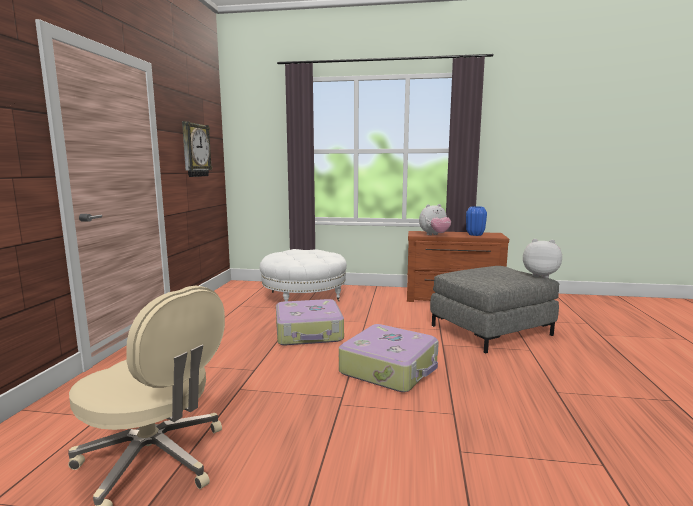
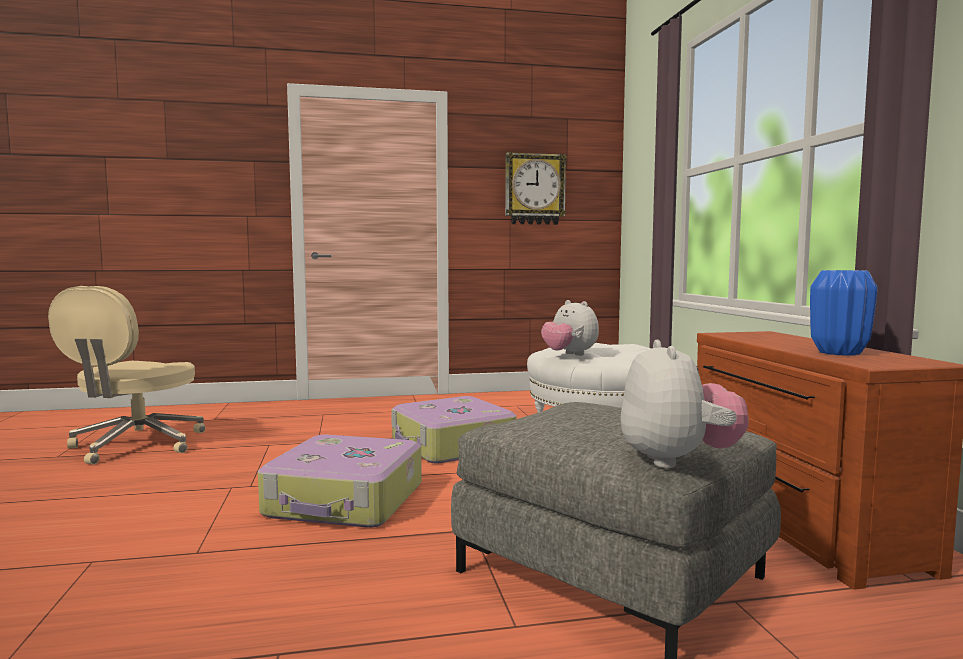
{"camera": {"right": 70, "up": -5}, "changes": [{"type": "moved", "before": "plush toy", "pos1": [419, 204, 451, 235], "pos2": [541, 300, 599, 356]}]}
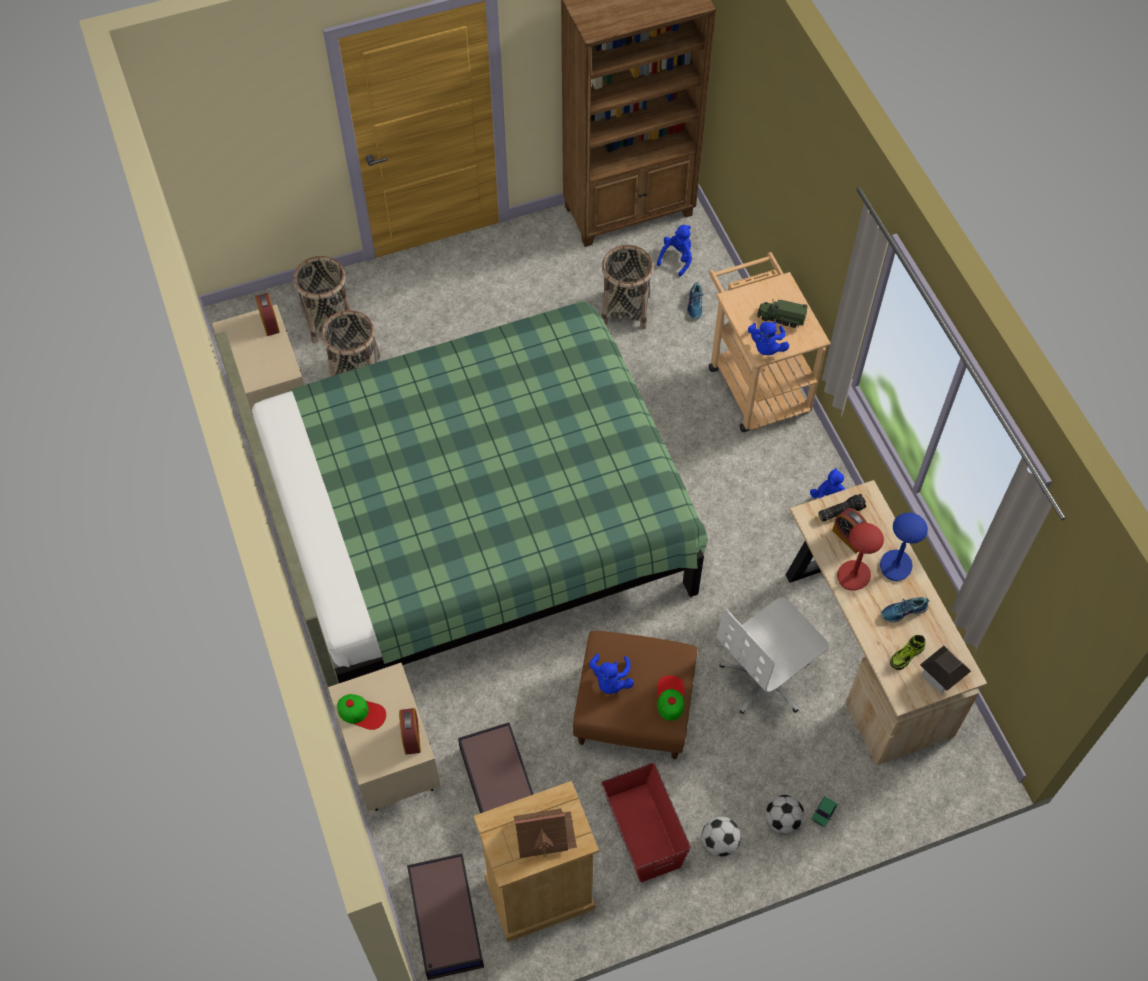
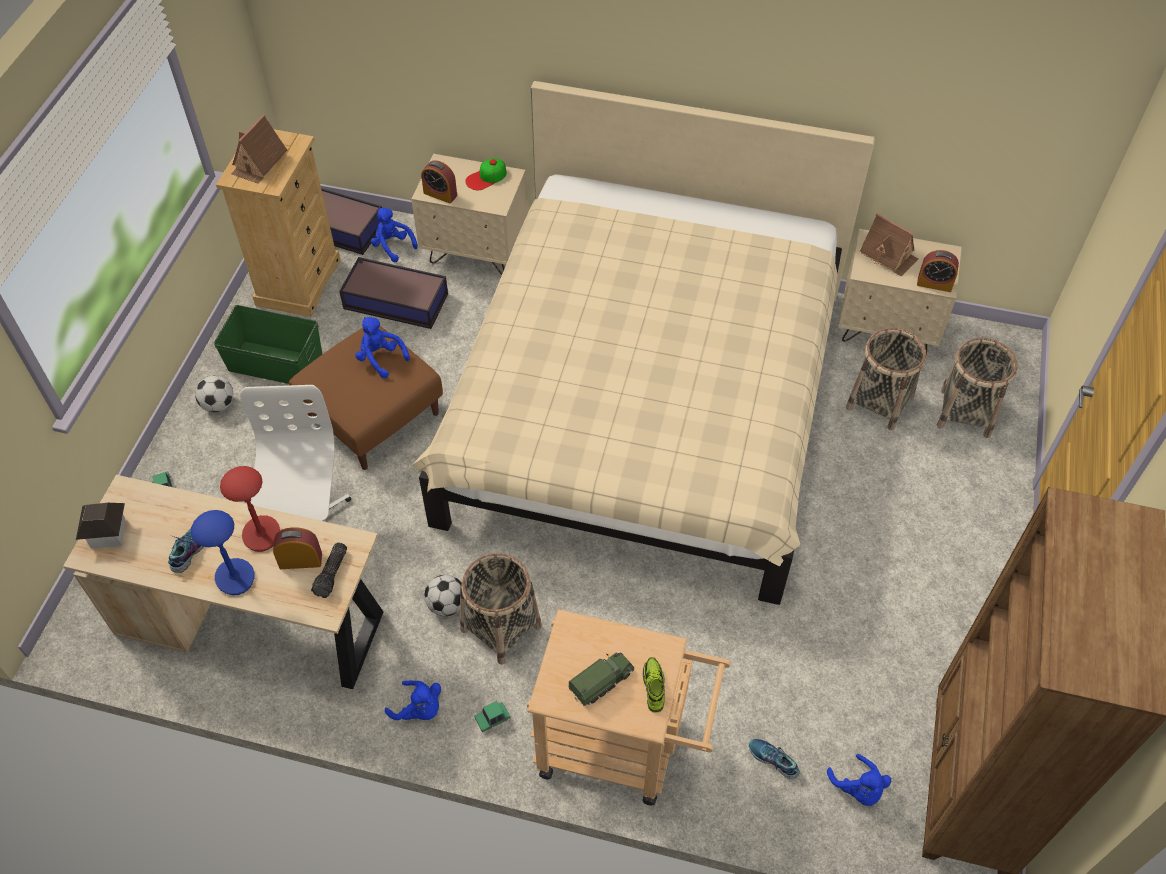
{"camera": {"right": 125, "up": -5}, "changes": [{"type": "recoloured", "before": "red storage box", "after": "green storage box", "pos1": [601, 763, 691, 882], "pos2": [214, 305, 322, 384]}, {"type": "moved", "before": "blue plush toy", "pos1": [748, 322, 789, 355], "pos2": [371, 208, 418, 262]}, {"type": "recoloured", "before": "green bed", "after": "beige bed", "pos1": [215, 301, 708, 693], "pos2": [413, 81, 875, 605]}, {"type": "moved", "before": "football", "pos1": [766, 795, 804, 834], "pos2": [424, 575, 462, 616]}, {"type": "moved", "before": "basket", "pos1": [601, 245, 654, 329], "pos2": [460, 553, 542, 665]}, {"type": "added", "after": "toy car", "pos2": [474, 701, 511, 732]}, {"type": "moved", "before": "shoe", "pos1": [890, 635, 926, 670], "pos2": [643, 657, 665, 713]}, {"type": "added", "after": "toy house", "pos2": [860, 214, 919, 276]}, {"type": "removed", "before": "cap", "pos1": [657, 675, 684, 721]}]}
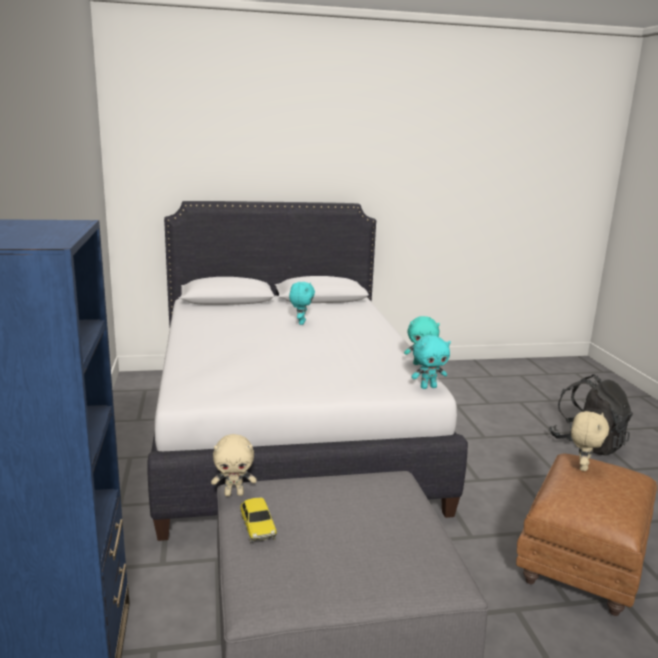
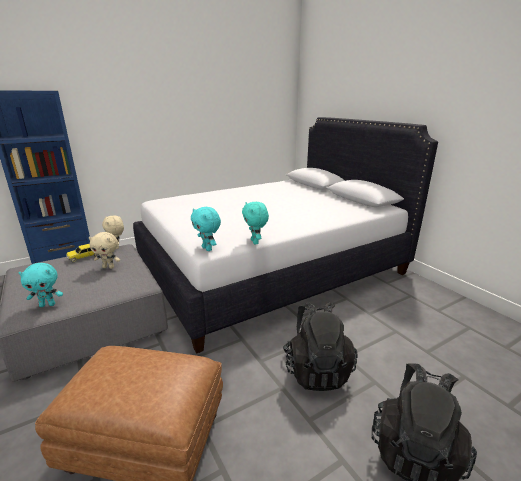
{"camera": {"right": 70, "up": 5}, "changes": [{"type": "moved", "before": "turquoise plush toy", "pos1": [289, 282, 315, 325], "pos2": [18, 263, 63, 307]}, {"type": "moved", "before": "beige plush toy", "pos1": [571, 411, 609, 471], "pos2": [89, 232, 120, 269]}, {"type": "added", "after": "black backpack", "pos2": [283, 302, 357, 391]}]}
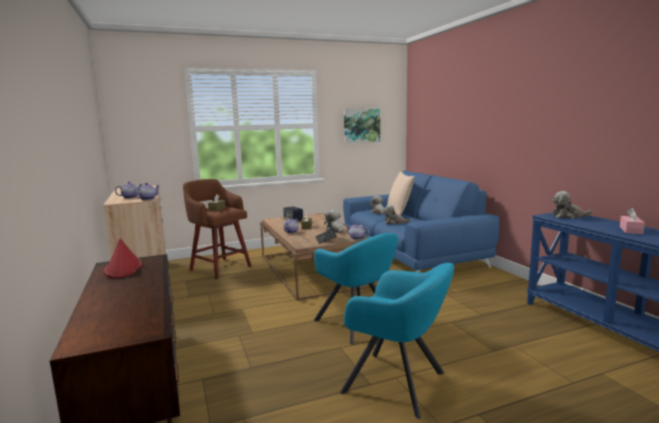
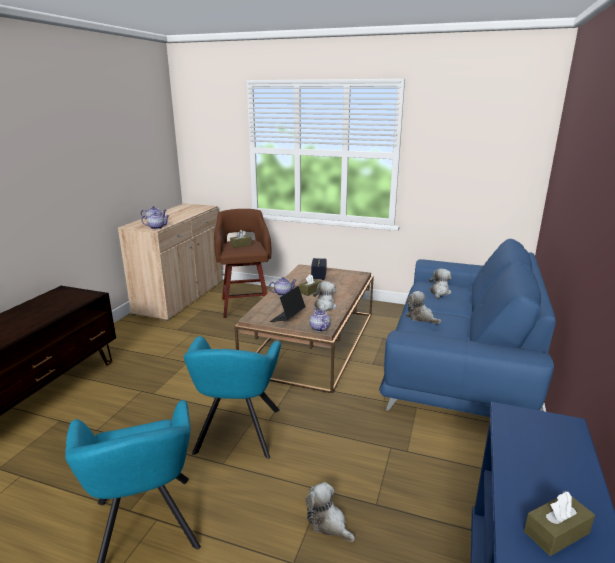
{"camera": {"right": 40, "up": 10}, "changes": [{"type": "moved", "before": "plush toy", "pos1": [552, 191, 592, 219], "pos2": [305, 482, 355, 542]}, {"type": "recoloured", "before": "pink tissue box", "after": "brown tissue box", "pos1": [620, 208, 644, 234], "pos2": [524, 491, 595, 556]}, {"type": "removed", "before": "red hat", "pos1": [104, 238, 142, 278]}, {"type": "removed", "before": "picture", "pos1": [344, 109, 380, 143]}, {"type": "removed", "before": "beige pillow", "pos1": [387, 172, 415, 216]}]}
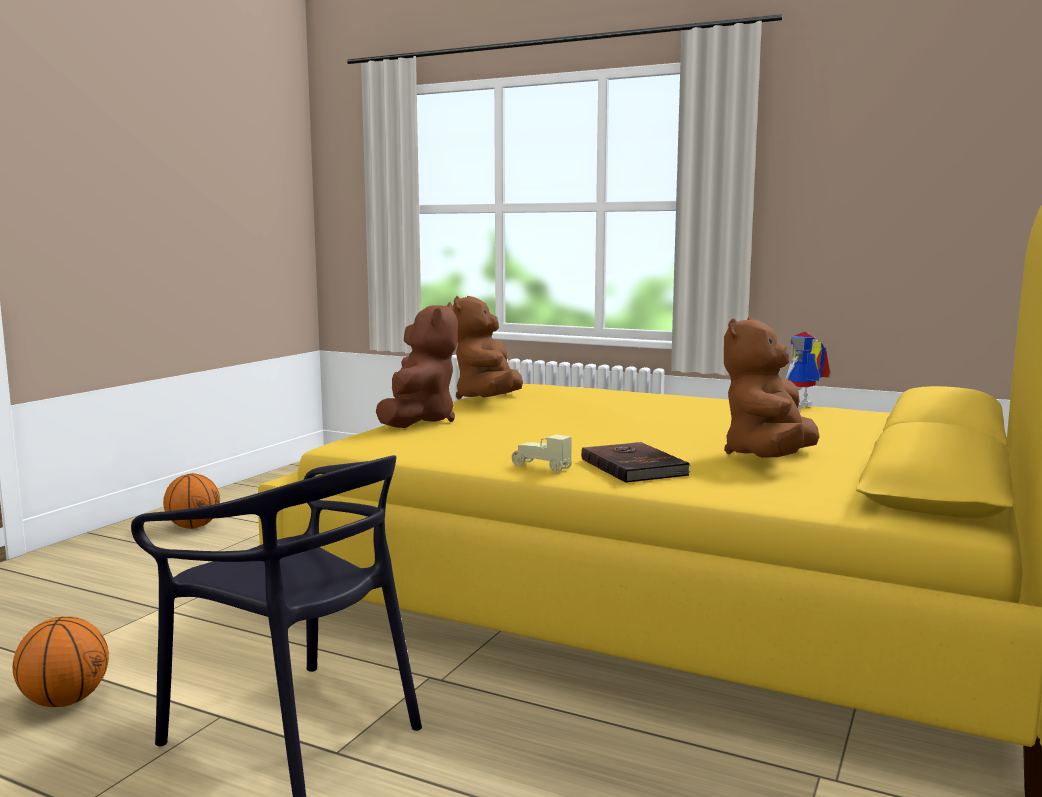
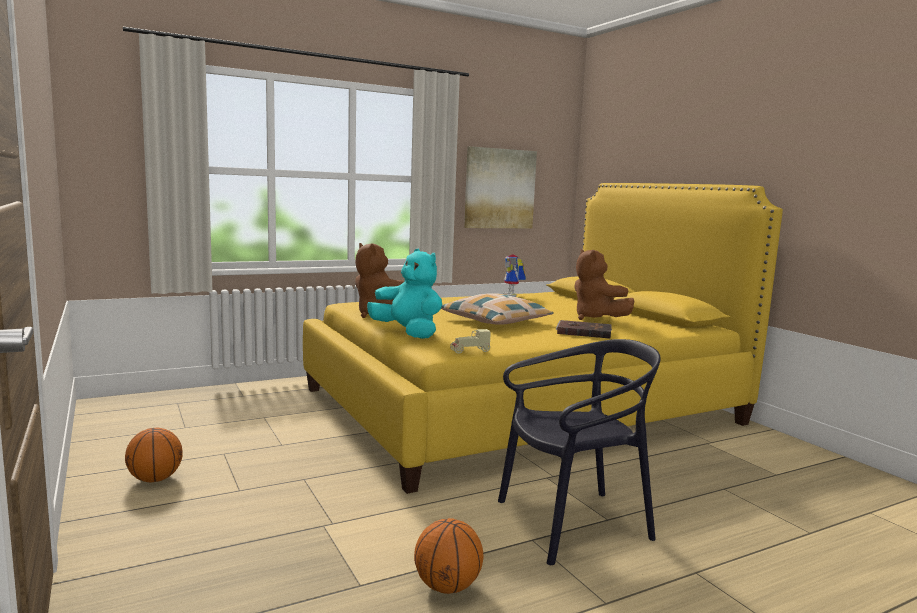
{"camera": {"right": -55, "up": 0}, "changes": [{"type": "recoloured", "before": "brown plush toy", "after": "turquoise plush toy", "pos1": [376, 302, 458, 428], "pos2": [367, 249, 442, 339]}, {"type": "added", "after": "pillow", "pos2": [441, 293, 554, 325]}, {"type": "moved", "before": "beige toy car", "pos1": [511, 434, 572, 472], "pos2": [450, 329, 491, 354]}, {"type": "added", "after": "picture", "pos2": [464, 146, 537, 228]}]}
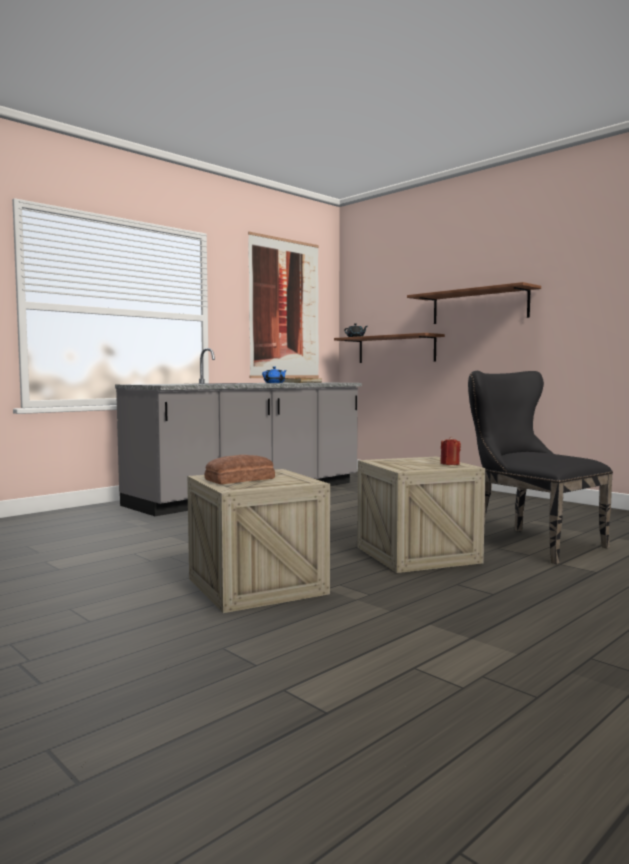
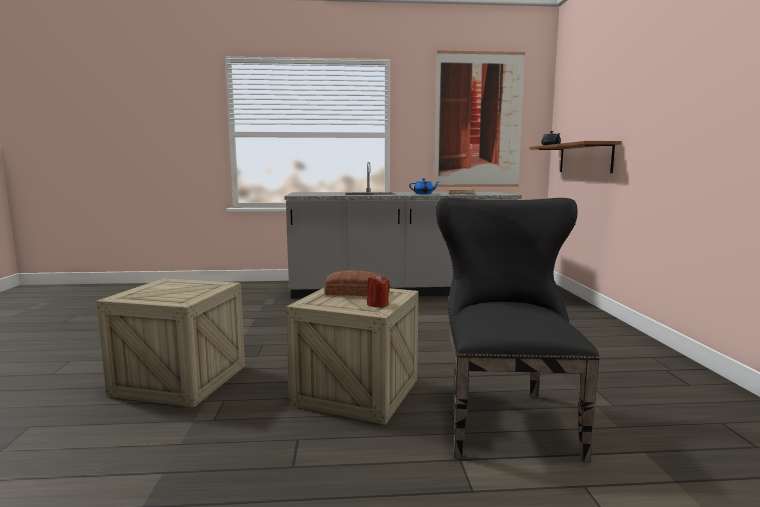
{"camera": {"right": 40, "up": 5}, "changes": [{"type": "moved", "before": "bread", "pos1": [204, 455, 275, 484], "pos2": [324, 270, 381, 296]}, {"type": "removed", "before": "shelf", "pos1": [407, 282, 541, 324]}]}
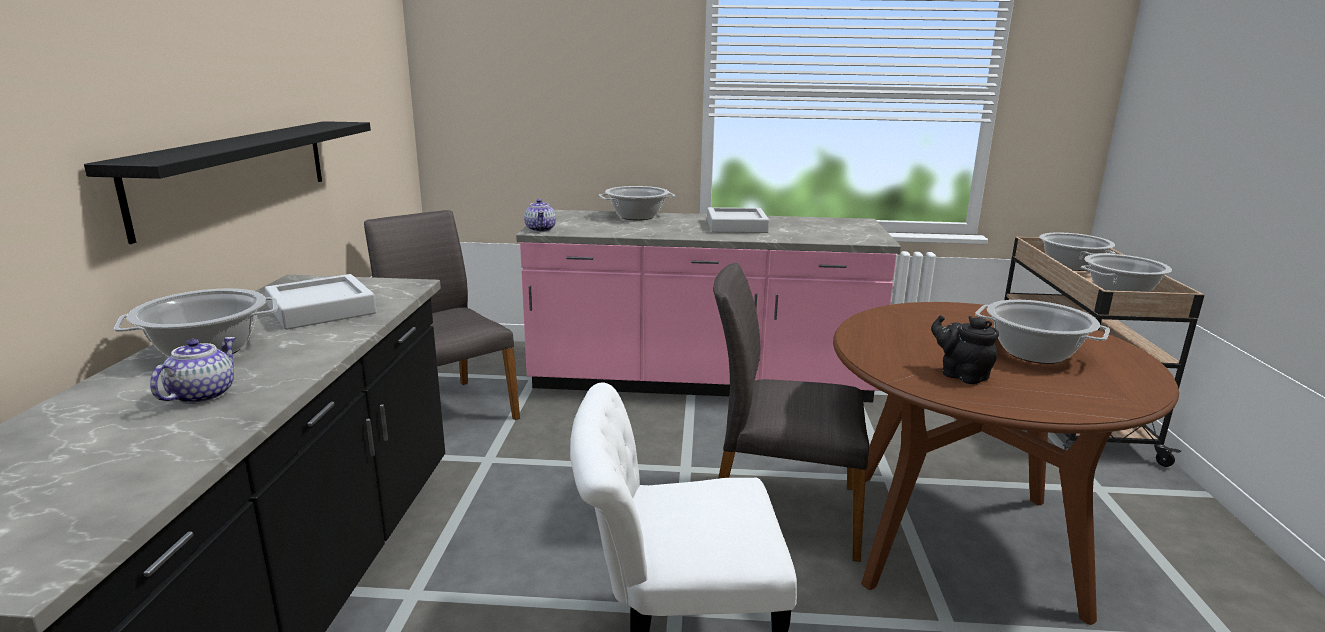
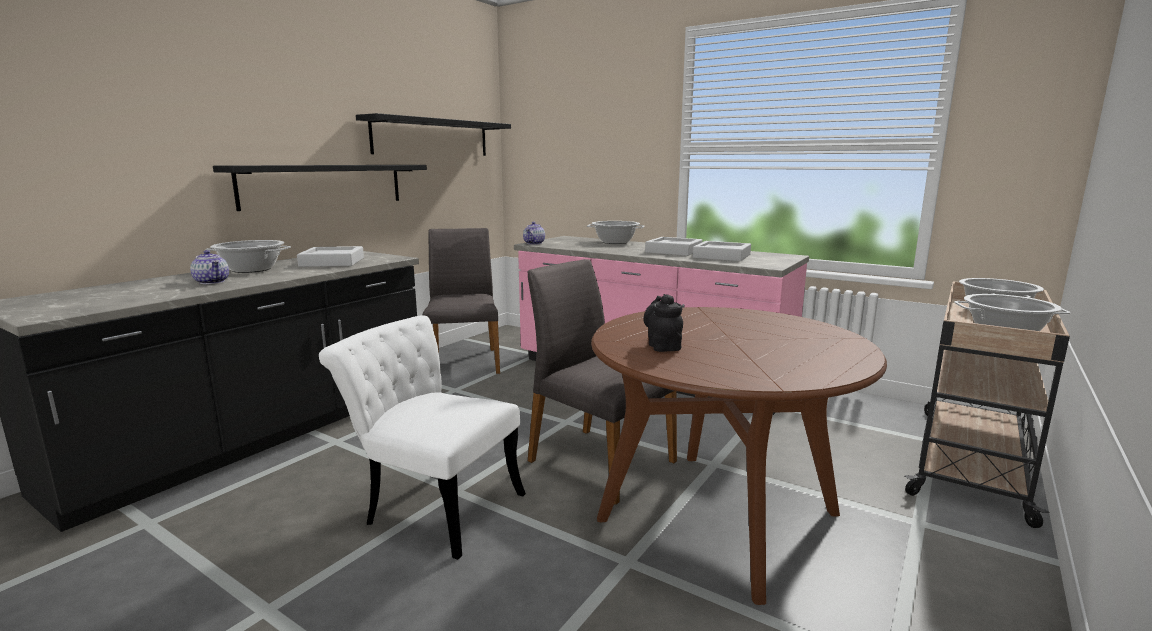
{"camera": {"right": 30, "up": -5}, "changes": [{"type": "turned", "before": "teapot", "pos1": [150, 337, 236, 404], "pos2": [190, 250, 229, 284], "turn": 90}, {"type": "added", "after": "black shelf", "pos2": [356, 113, 511, 156]}, {"type": "added", "after": "grey tray", "pos2": [693, 241, 751, 261]}, {"type": "removed", "before": "cooking pot", "pos1": [975, 300, 1110, 364]}]}
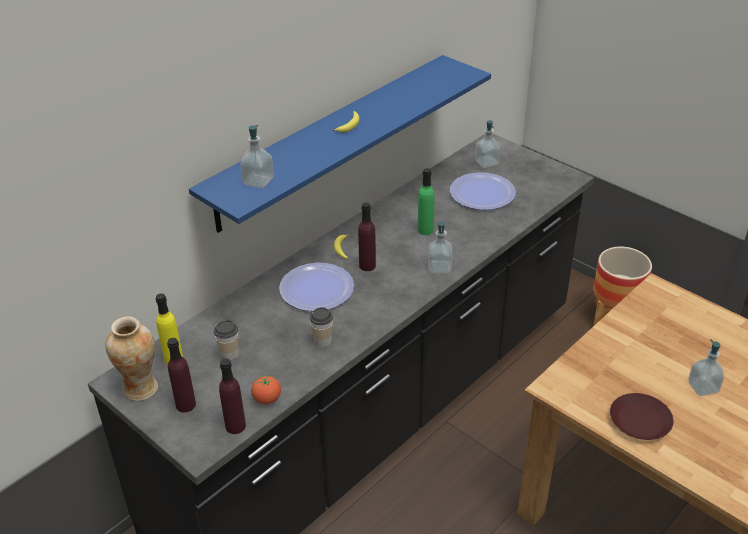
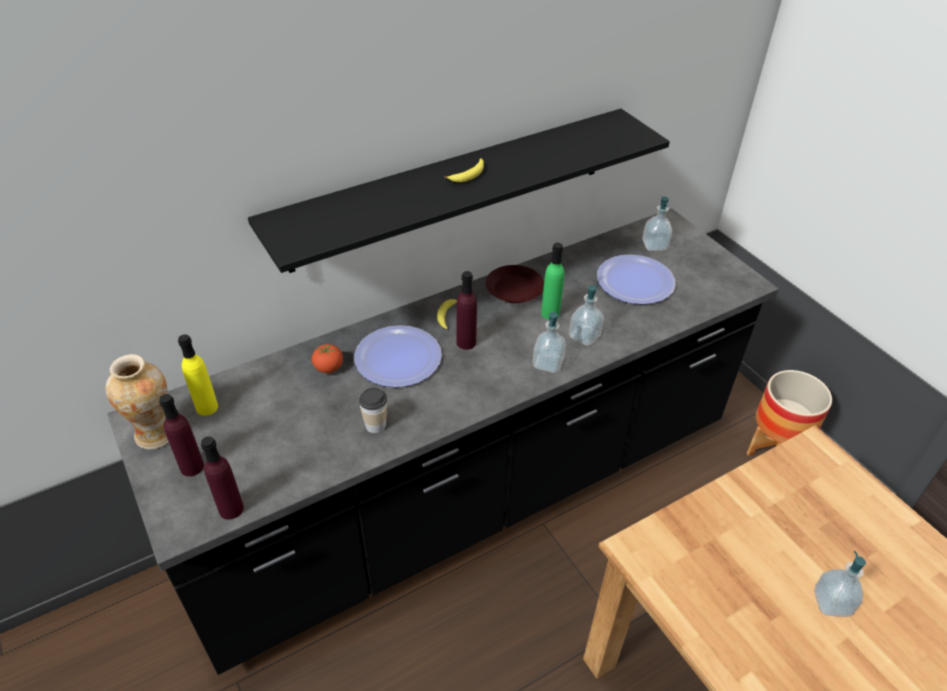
{"camera": {"right": 15, "up": 5}, "changes": [{"type": "recoloured", "before": "blue shelf", "after": "black shelf", "pos1": [189, 55, 491, 233], "pos2": [248, 109, 670, 273]}, {"type": "moved", "before": "tomato", "pos1": [251, 376, 281, 404], "pos2": [312, 344, 343, 373]}, {"type": "moved", "before": "brown plate", "pos1": [610, 393, 674, 440], "pos2": [486, 265, 544, 303]}, {"type": "moved", "before": "soap dispenser", "pos1": [240, 125, 274, 188], "pos2": [569, 285, 604, 346]}, {"type": "removed", "before": "cup", "pos1": [214, 320, 239, 360]}]}
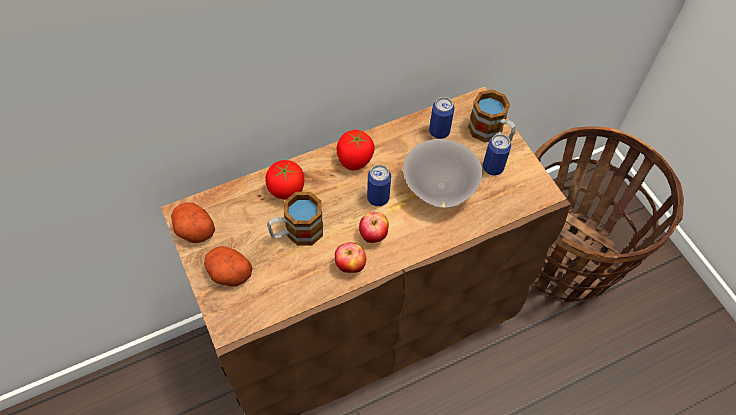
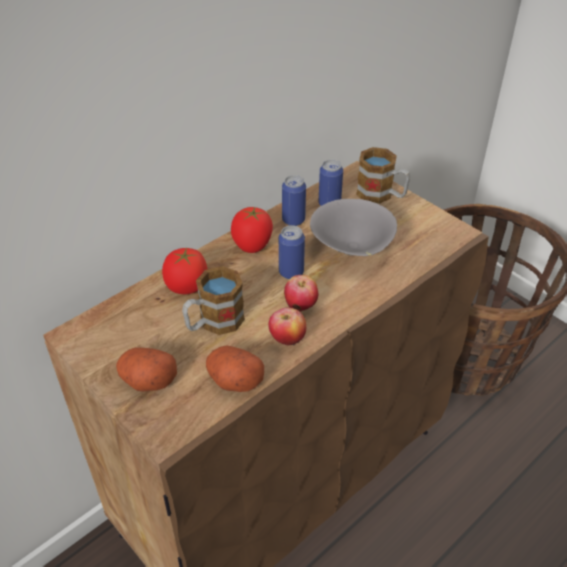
{"camera": {"right": -15, "up": -15}, "changes": [{"type": "moved", "before": "potato", "pos1": [171, 202, 215, 243], "pos2": [206, 345, 264, 392]}, {"type": "moved", "before": "can", "pos1": [483, 134, 511, 175], "pos2": [282, 175, 306, 226]}]}
